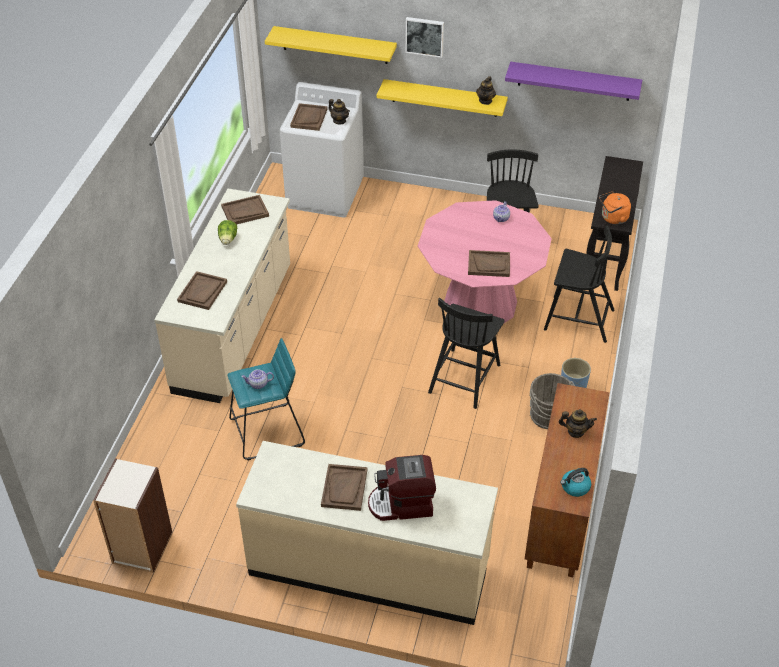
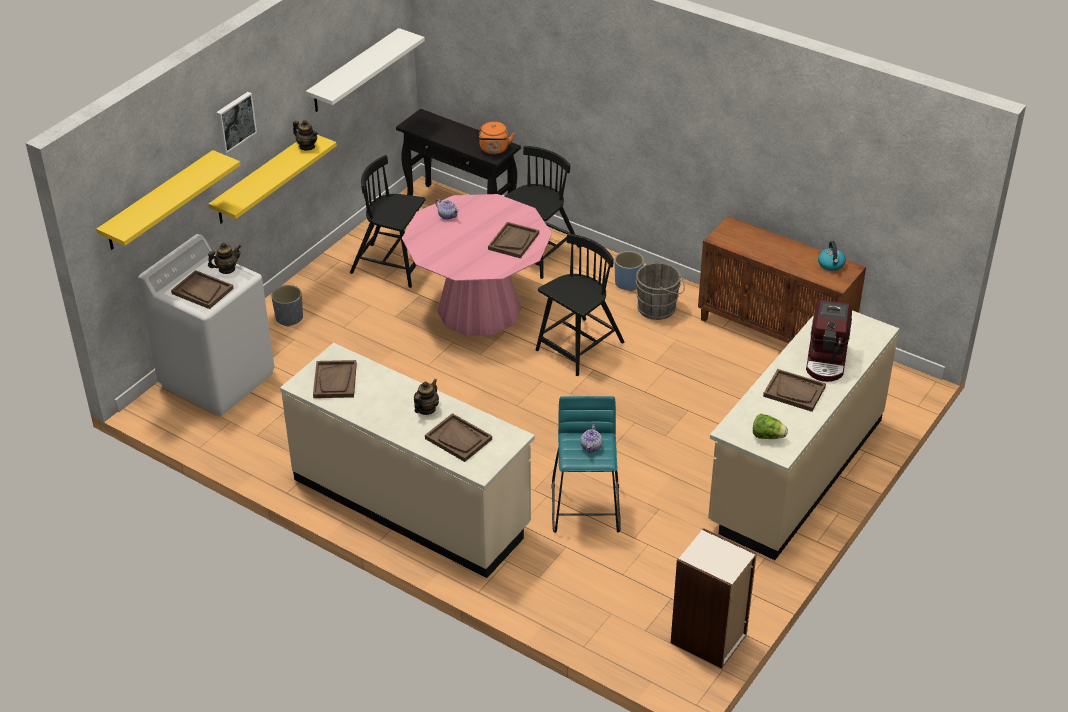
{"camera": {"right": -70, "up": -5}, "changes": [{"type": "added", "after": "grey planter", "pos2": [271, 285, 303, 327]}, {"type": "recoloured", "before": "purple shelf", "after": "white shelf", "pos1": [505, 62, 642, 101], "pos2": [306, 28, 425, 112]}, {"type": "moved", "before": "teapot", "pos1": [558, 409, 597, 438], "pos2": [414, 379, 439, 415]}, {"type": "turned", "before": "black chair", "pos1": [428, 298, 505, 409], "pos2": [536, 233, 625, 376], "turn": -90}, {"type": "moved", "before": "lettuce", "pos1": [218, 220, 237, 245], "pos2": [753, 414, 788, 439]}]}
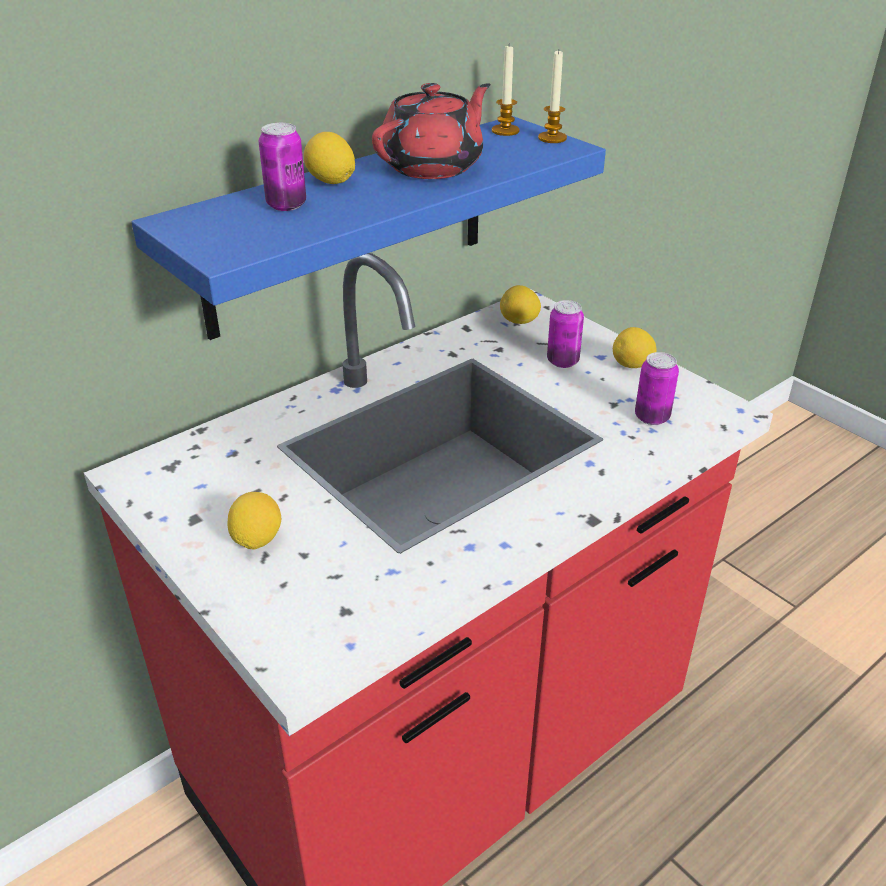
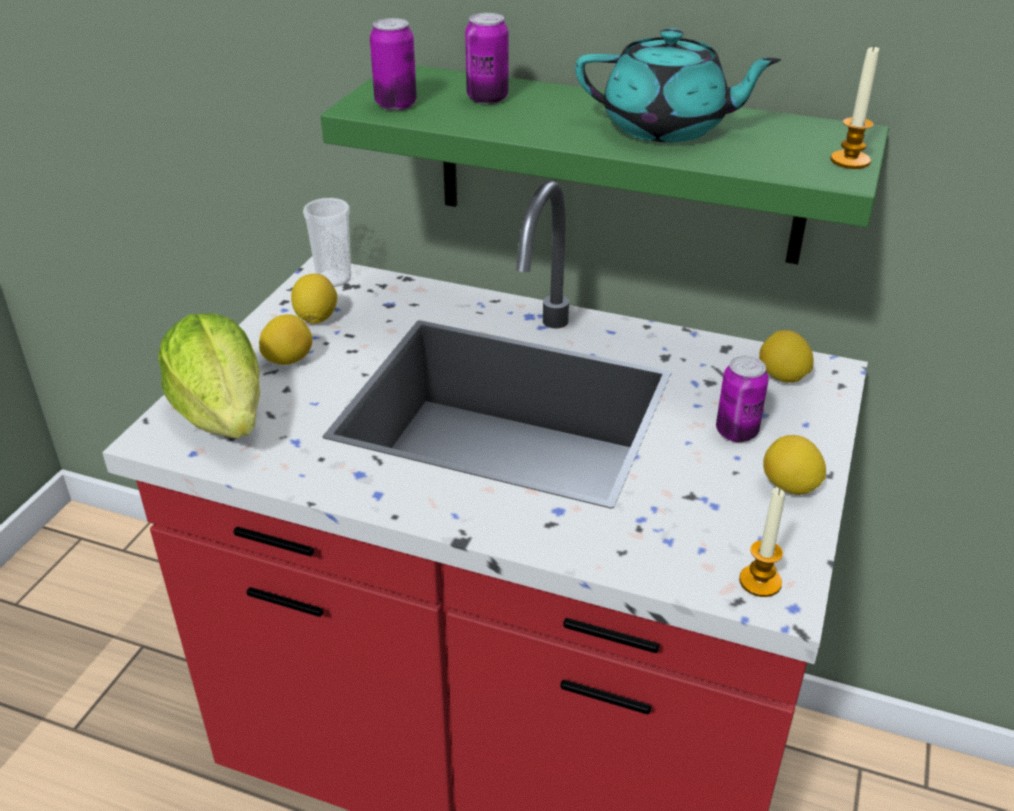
{"camera": {"right": 60, "up": 0}, "changes": [{"type": "added", "after": "lettuce", "pos2": [158, 313, 260, 438]}, {"type": "moved", "before": "lemon", "pos1": [304, 132, 355, 184], "pos2": [291, 274, 337, 324]}, {"type": "added", "after": "cup", "pos2": [303, 198, 351, 287]}, {"type": "recoloured", "before": "blue shelf", "after": "green shelf", "pos1": [132, 116, 606, 340], "pos2": [321, 65, 889, 265]}, {"type": "moved", "before": "can", "pos1": [635, 352, 679, 425], "pos2": [370, 18, 417, 111]}, {"type": "recoloured", "before": "red teapot", "after": "turquoise teapot", "pos1": [372, 83, 491, 179], "pos2": [575, 28, 781, 142]}, {"type": "moved", "before": "candle", "pos1": [492, 46, 520, 136], "pos2": [739, 488, 785, 597]}]}
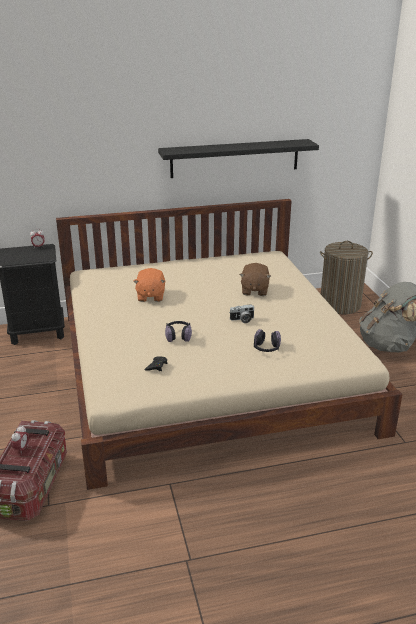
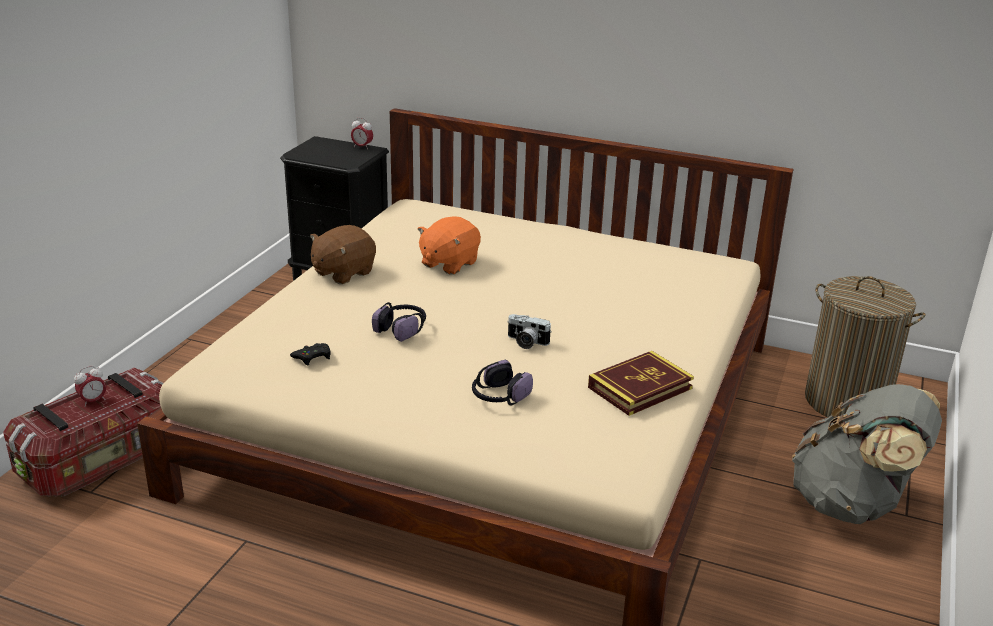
{"camera": {"right": 35, "up": 0}, "changes": [{"type": "moved", "before": "brown plush toy", "pos1": [240, 263, 271, 296], "pos2": [310, 225, 376, 284]}, {"type": "added", "after": "book", "pos2": [588, 351, 694, 416]}, {"type": "removed", "before": "black shelf", "pos1": [158, 139, 319, 178]}]}
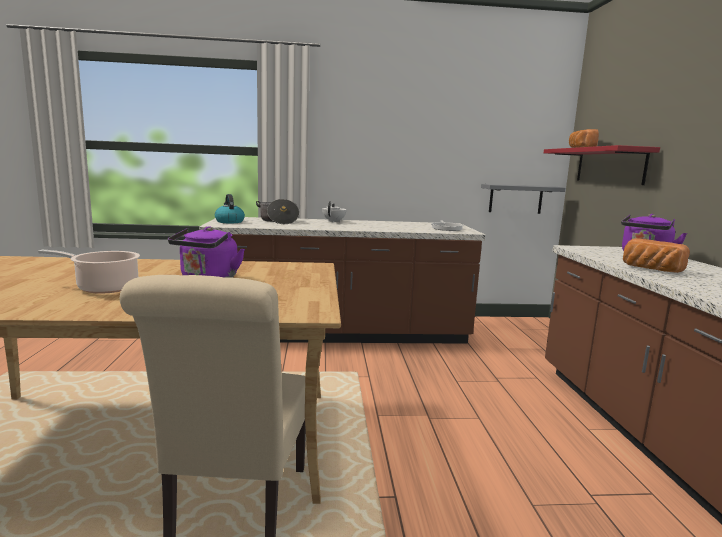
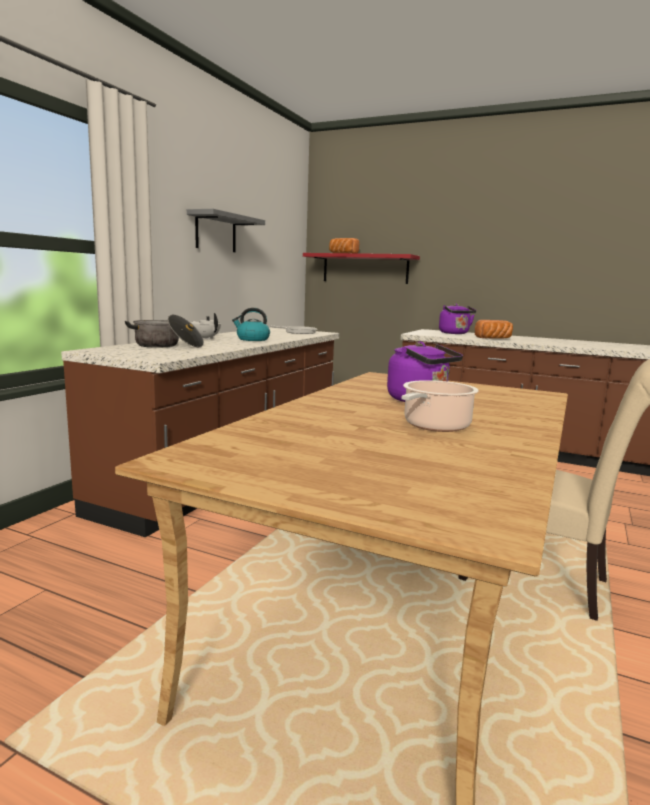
{"camera": {"right": -60, "up": 0}, "changes": [{"type": "moved", "before": "grey shelf", "pos1": [481, 184, 565, 214], "pos2": [187, 209, 265, 252]}, {"type": "moved", "before": "kettle", "pos1": [215, 194, 245, 223], "pos2": [232, 308, 270, 341]}]}
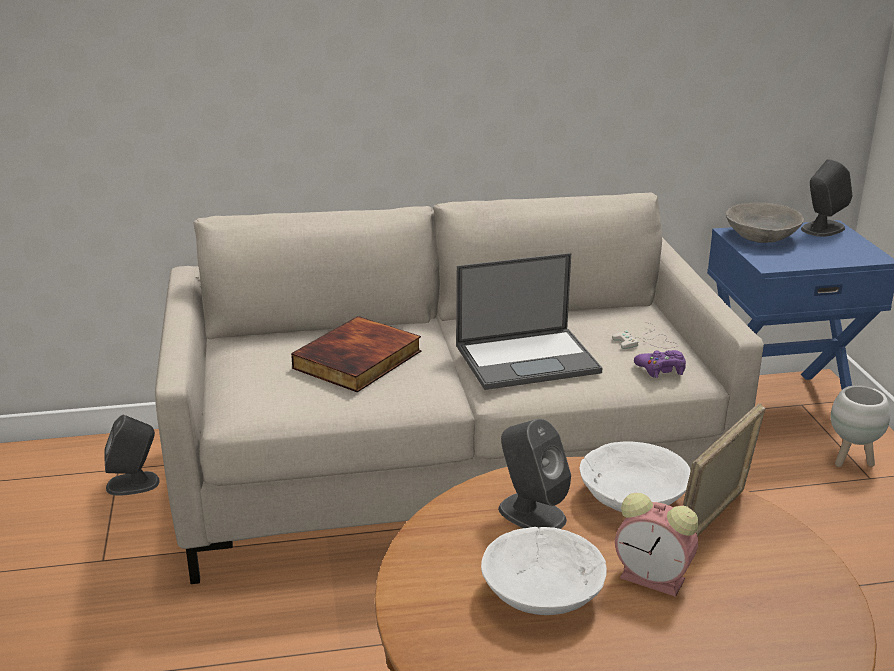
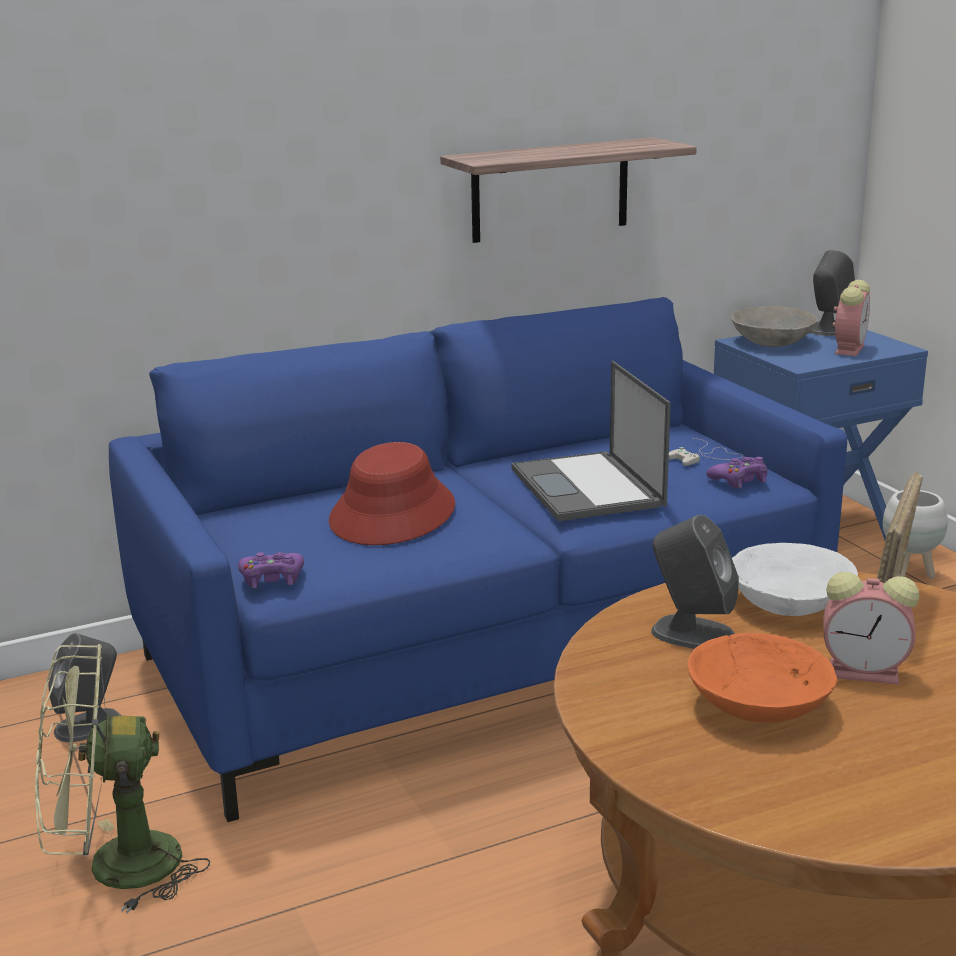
{"camera": {"right": -15, "up": -5}, "changes": [{"type": "added", "after": "green fan", "pos2": [35, 644, 210, 913]}, {"type": "recoloured", "before": "beige sofa", "after": "blue sofa", "pos1": [155, 192, 764, 584], "pos2": [109, 297, 847, 822]}, {"type": "added", "after": "purple game controller", "pos2": [238, 552, 304, 588]}, {"type": "replaced", "before": "book", "after": "red hat", "pos1": [291, 316, 421, 392], "pos2": [329, 442, 455, 545]}, {"type": "added", "after": "shelf", "pos2": [440, 137, 697, 243]}, {"type": "turned", "before": "laptop", "pos1": [456, 253, 602, 390], "pos2": [512, 361, 671, 521], "turn": 105}, {"type": "recoloured", "before": "white bowl", "after": "orange bowl", "pos1": [481, 527, 607, 615], "pos2": [687, 633, 837, 723]}, {"type": "added", "after": "alarm clock", "pos2": [833, 280, 870, 356]}]}
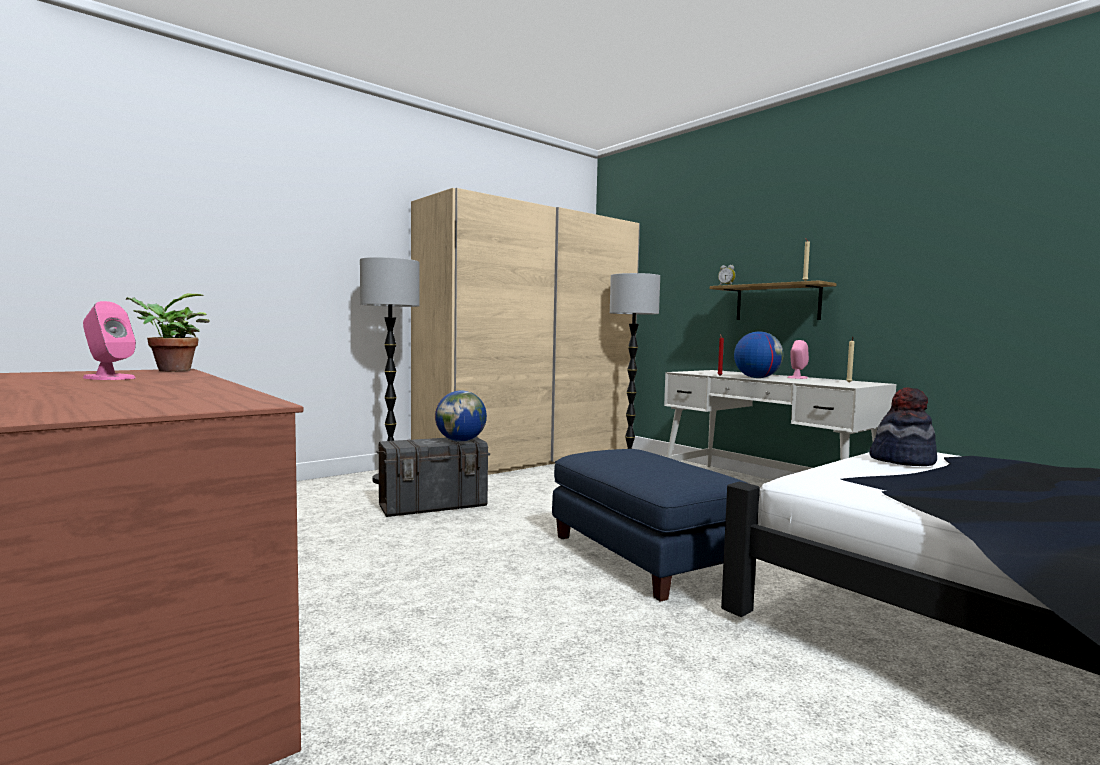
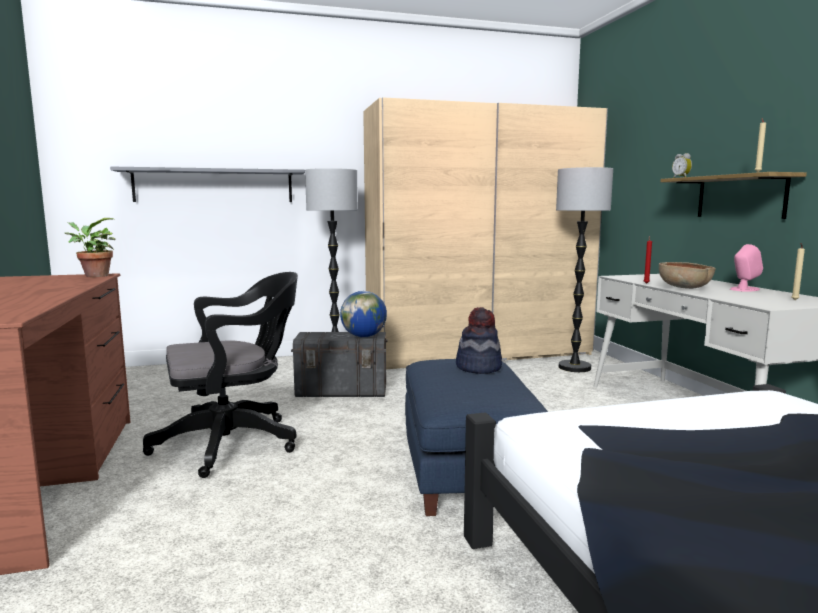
{"camera": {"right": 25, "up": 5}, "changes": [{"type": "added", "after": "grey shelf", "pos2": [110, 167, 305, 202]}, {"type": "added", "after": "black office chair", "pos2": [143, 272, 298, 478]}, {"type": "moved", "before": "hat", "pos1": [869, 387, 937, 466], "pos2": [456, 307, 502, 374]}, {"type": "replaced", "before": "globe", "after": "brown bowl", "pos1": [734, 331, 783, 378], "pos2": [659, 262, 716, 289]}, {"type": "removed", "before": "pink speaker", "pos1": [83, 301, 136, 380]}]}
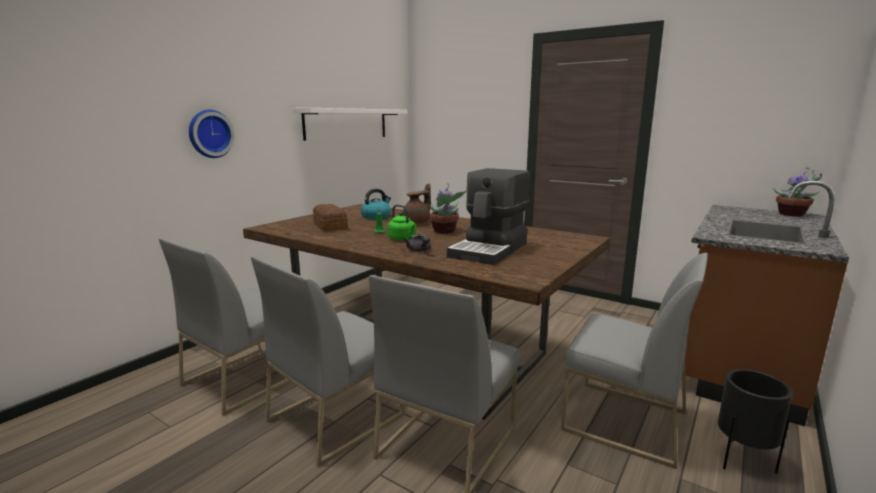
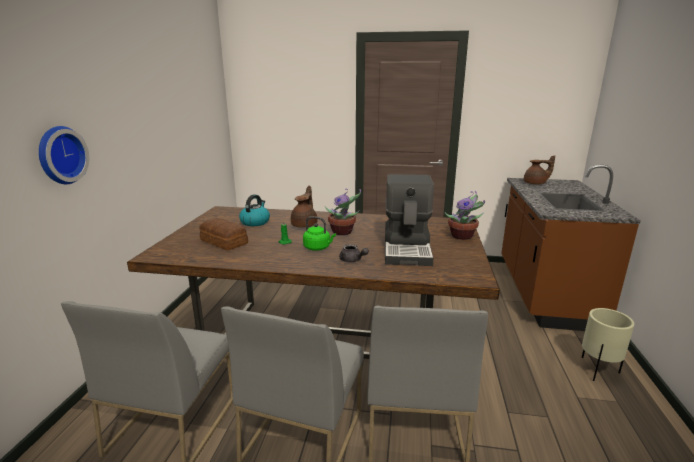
{"camera": {"right": -25, "up": 5}, "changes": [{"type": "moved", "before": "potted plant", "pos1": [773, 167, 822, 217], "pos2": [445, 191, 485, 240]}, {"type": "added", "after": "brown teapot", "pos2": [524, 155, 555, 185]}, {"type": "recoloured", "before": "black planter", "after": "beige planter", "pos1": [718, 369, 793, 473], "pos2": [582, 308, 634, 381]}, {"type": "removed", "before": "white shelf", "pos1": [292, 108, 407, 141]}, {"type": "removed", "before": "grey chair", "pos1": [561, 253, 708, 469]}]}
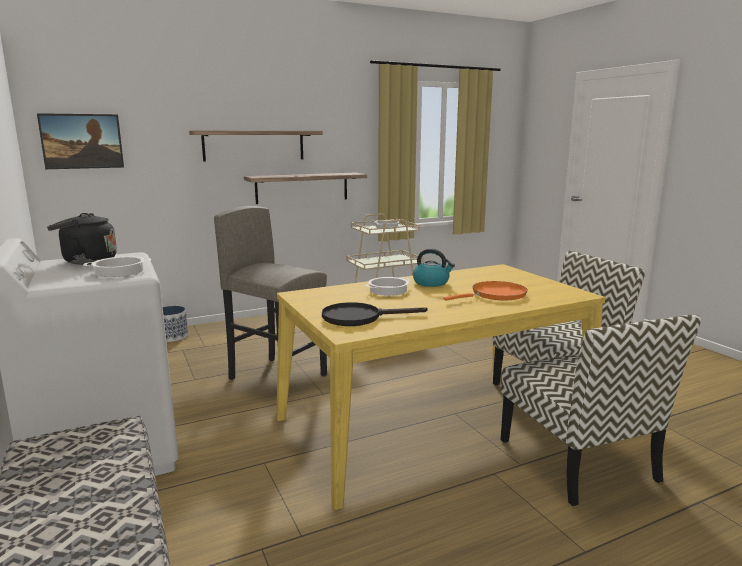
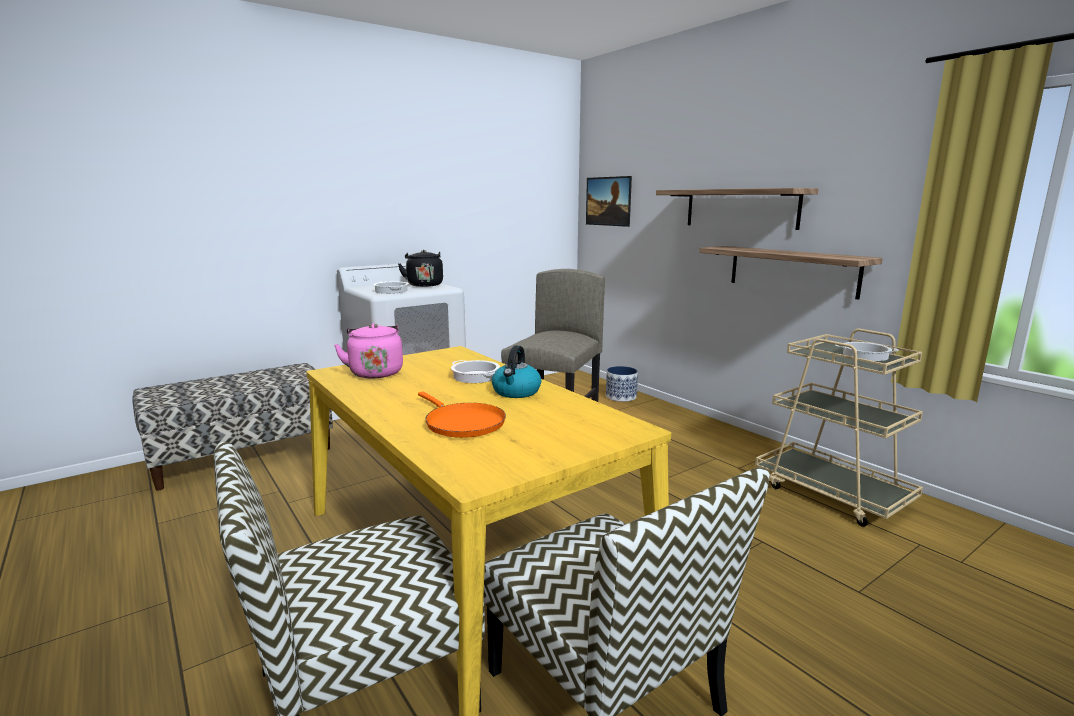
{"camera": {"right": 80, "up": 0}, "changes": [{"type": "replaced", "before": "black frying pan", "after": "pink kettle", "pos1": [322, 302, 427, 326], "pos2": [334, 323, 403, 378]}]}
